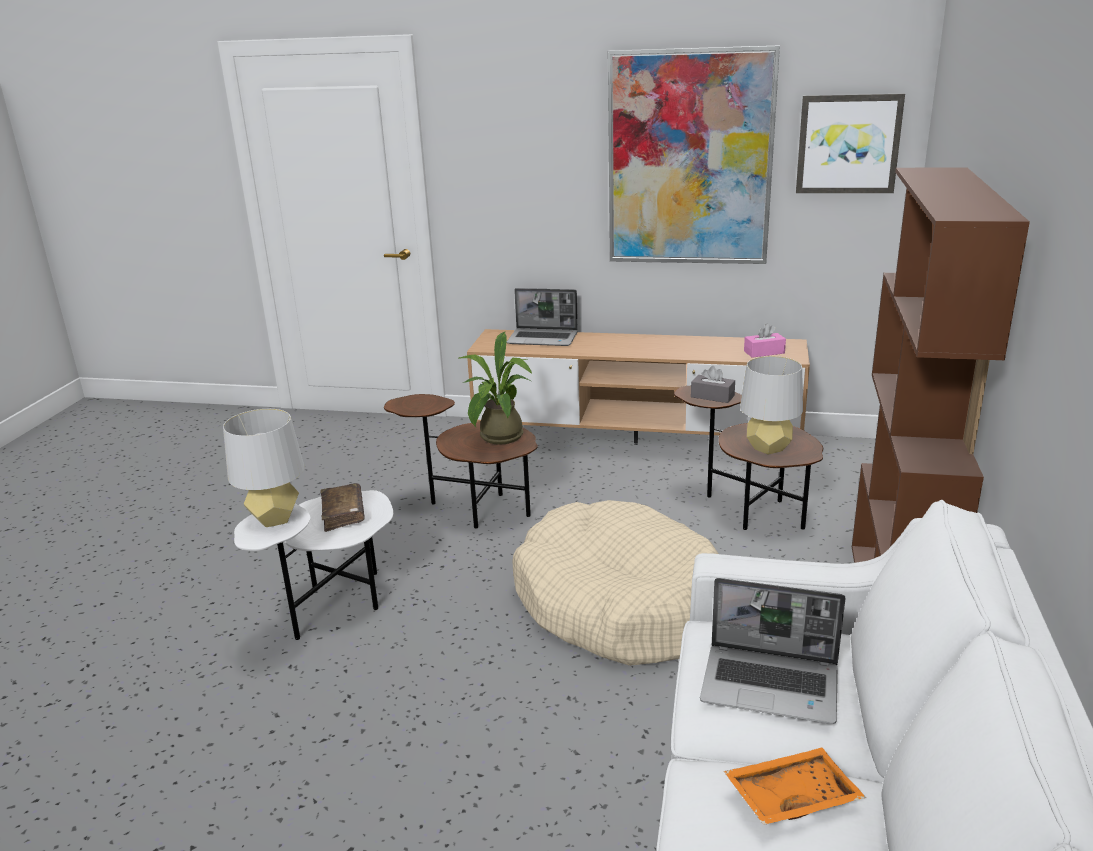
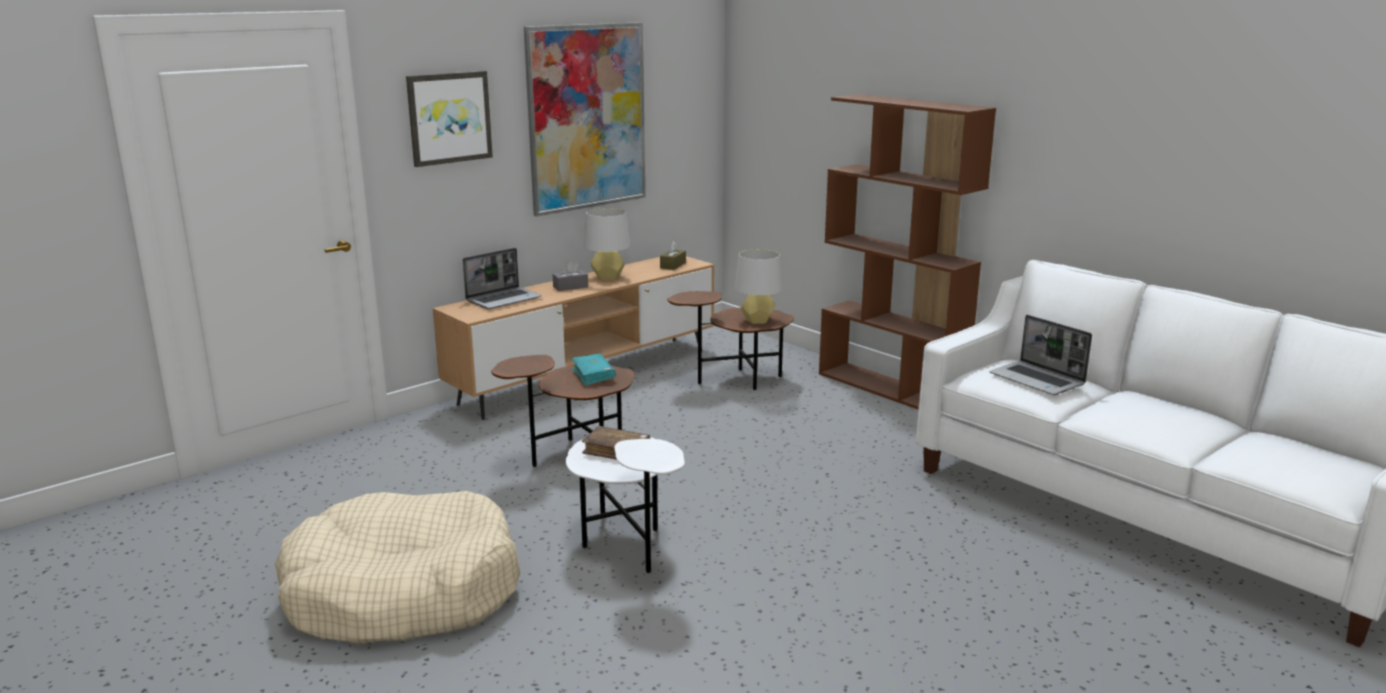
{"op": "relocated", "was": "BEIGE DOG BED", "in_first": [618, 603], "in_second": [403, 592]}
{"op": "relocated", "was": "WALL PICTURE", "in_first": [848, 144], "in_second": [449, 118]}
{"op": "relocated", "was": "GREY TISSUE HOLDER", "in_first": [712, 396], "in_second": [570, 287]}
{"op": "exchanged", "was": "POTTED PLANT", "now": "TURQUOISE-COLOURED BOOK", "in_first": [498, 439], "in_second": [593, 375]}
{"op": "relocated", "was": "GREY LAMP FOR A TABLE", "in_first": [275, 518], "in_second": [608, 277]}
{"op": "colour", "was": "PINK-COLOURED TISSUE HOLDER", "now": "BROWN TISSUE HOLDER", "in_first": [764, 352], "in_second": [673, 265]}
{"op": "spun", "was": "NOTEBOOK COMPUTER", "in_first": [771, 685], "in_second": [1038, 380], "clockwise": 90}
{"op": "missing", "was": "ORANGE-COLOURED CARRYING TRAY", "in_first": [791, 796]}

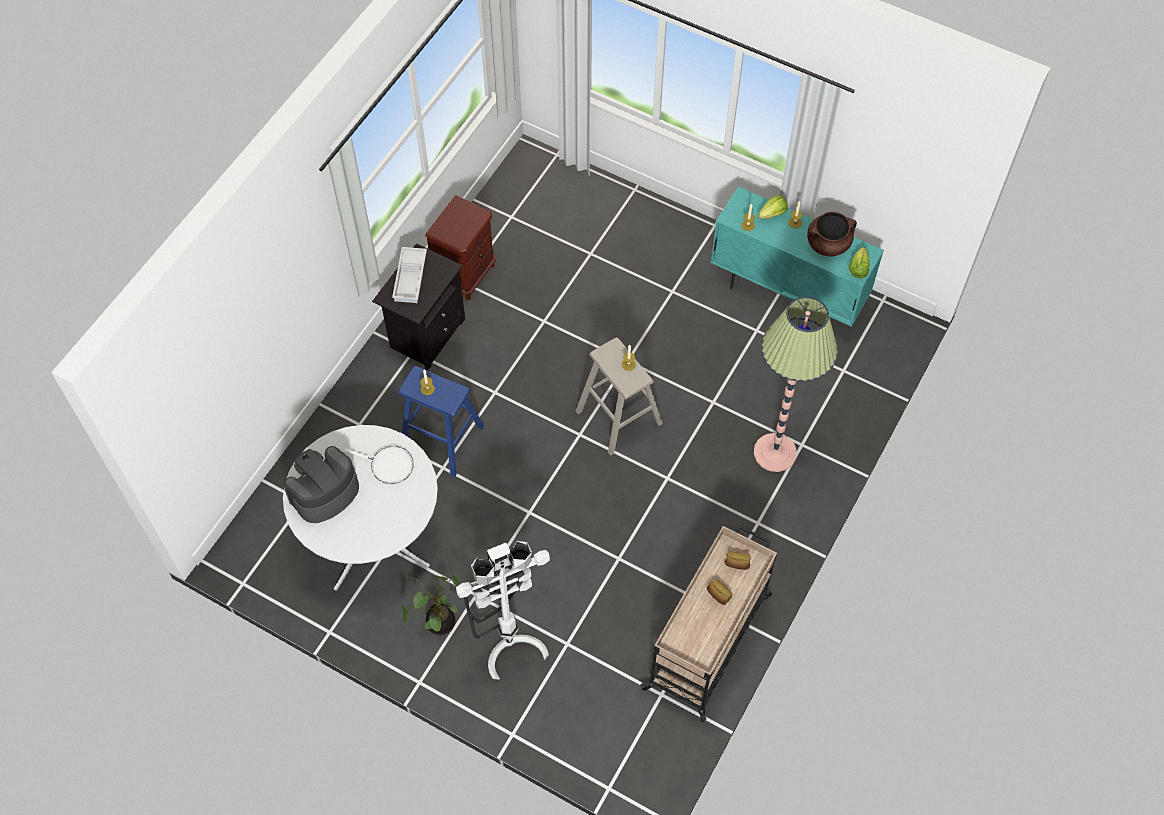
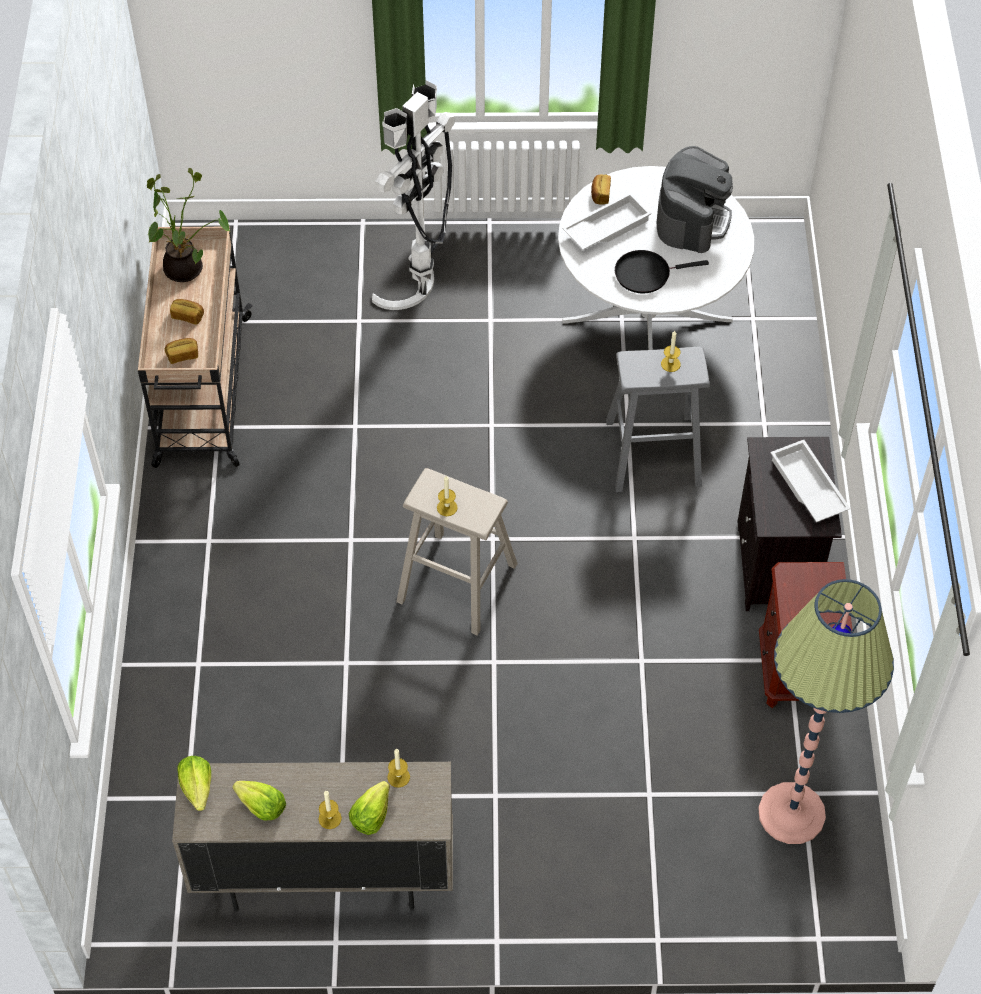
{"op": "relocated", "was": "POTTED PLANT", "in_first": [438, 621], "in_second": [187, 269]}
{"op": "colour", "was": "TURQUOISE-COLOURED CABINET", "now": "BEIGE CABINET", "in_first": [787, 295], "in_second": [324, 876]}
{"op": "exchanged", "was": "BROWN STOCKPOT", "now": "LETTUCE HEAD", "in_first": [828, 244], "in_second": [261, 807]}
{"op": "appeared", "now": "WHITE-COLOURED CARRYING TRAY", "in_second": [606, 227]}
{"op": "appeared", "now": "BAKED BREAD", "in_second": [600, 194]}
{"op": "colour", "was": "BLUE-COLOURED STOOL SEAT", "now": "GREY STOOL SEAT", "in_first": [442, 440], "in_second": [653, 453]}
{"op": "colour", "was": "WHITE-COLOURED FRYING PAN", "now": "BLACKISH FRYING PAN", "in_first": [389, 466], "in_second": [646, 274]}
{"op": "relocated", "was": "FLOOR LAMP", "in_first": [775, 452], "in_second": [791, 813]}

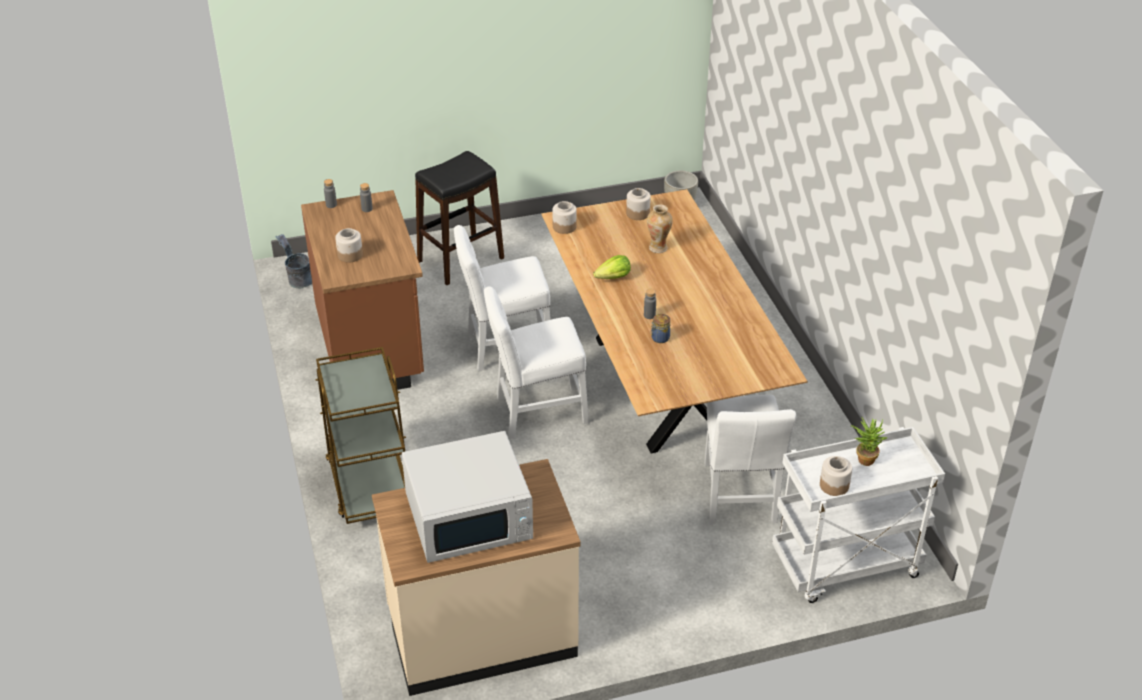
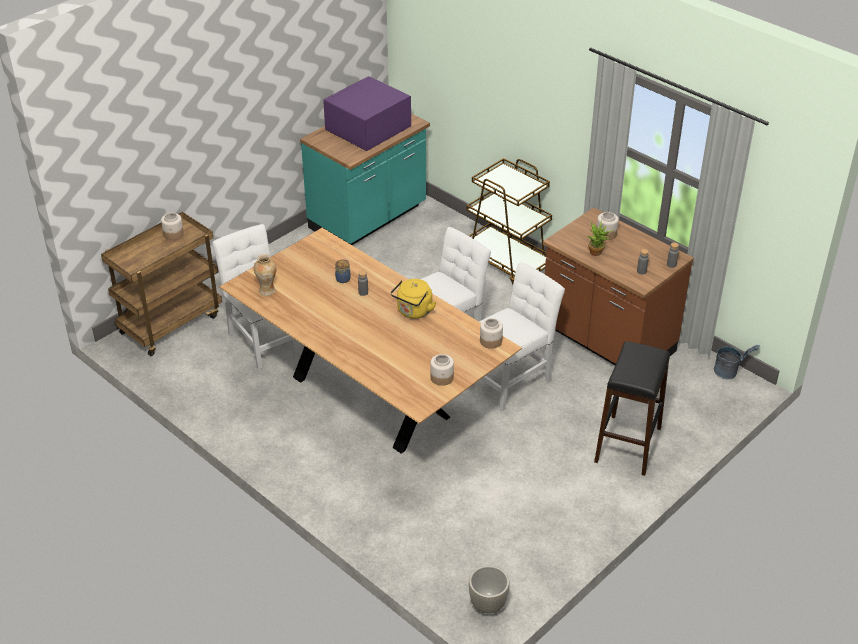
{"op": "colour", "was": "WHITE-COLOURED TROLLEY", "now": "BROWN TROLLEY", "in_first": [845, 567], "in_second": [171, 323]}
{"op": "relocated", "was": "VASE", "in_first": [658, 247], "in_second": [267, 291]}
{"op": "colour", "was": "BEIGE KITCHEN COUNTER", "now": "TURQUOISE-COLOURED KITCHEN COUNTER", "in_first": [481, 633], "in_second": [368, 219]}
{"op": "colour", "was": "WHITE-COLOURED MICROWAVE", "now": "PURPLE MICROWAVE", "in_first": [470, 517], "in_second": [367, 129]}
{"op": "exchanged", "was": "LETTUCE HEAD", "now": "YELLOW-COLOURED TEA KETTLE", "in_first": [613, 277], "in_second": [413, 312]}
{"op": "relocated", "was": "POTTED PLANT", "in_first": [864, 458], "in_second": [597, 253]}

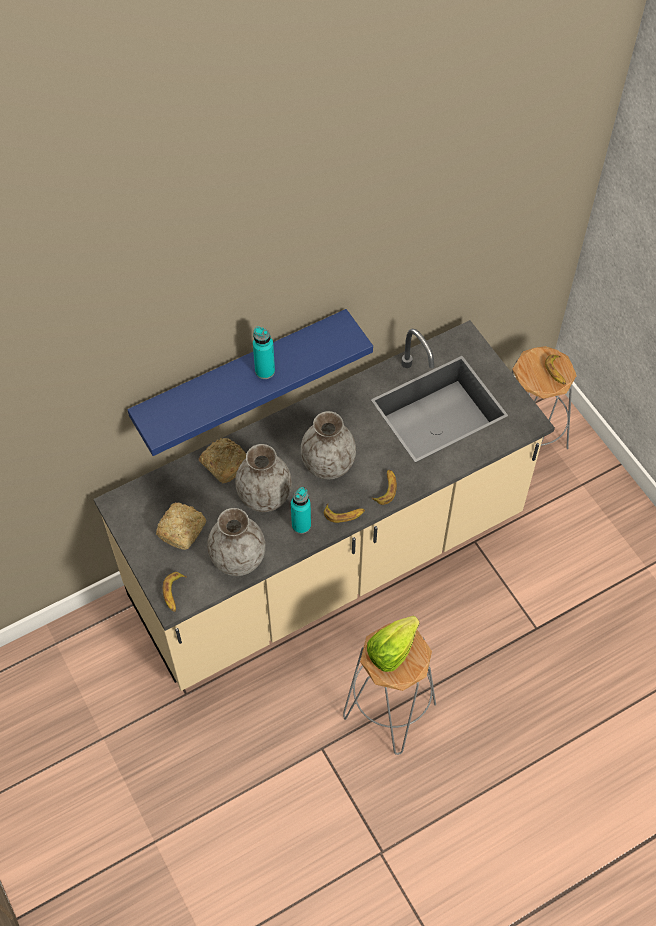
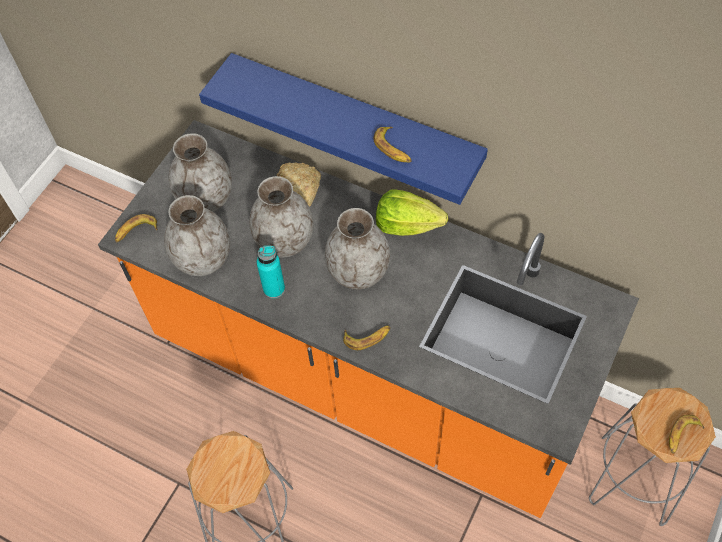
{"op": "colour", "was": "BEIGE KITCHEN COUNTER", "now": "ORANGE-COLOURED KITCHEN COUNTER", "in_first": [328, 560], "in_second": [367, 375]}
{"op": "exchanged", "was": "BAKED BREAD", "now": "GREY VASE", "in_first": [182, 529], "in_second": [206, 199]}
{"op": "relocated", "was": "WHOLE BANANA", "in_first": [344, 514], "in_second": [393, 149]}
{"op": "relocated", "was": "LETTUCE HEAD", "in_first": [392, 650], "in_second": [407, 225]}
{"op": "missing", "was": "TURQUOISE-COLOURED BOTTLE", "in_first": [265, 371]}

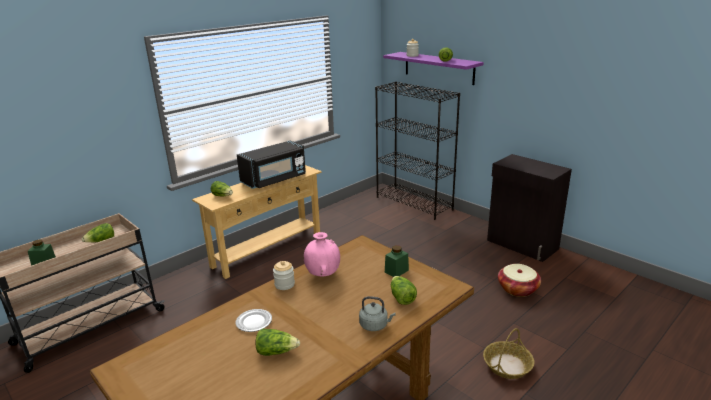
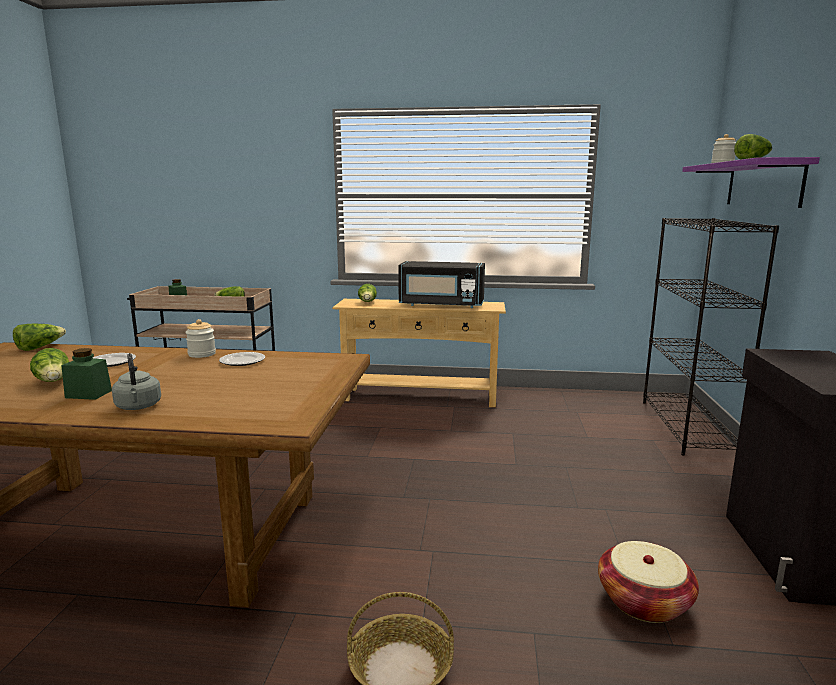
{"op": "relocated", "was": "LETTUCE HEAD", "in_first": [401, 297], "in_second": [39, 347]}
{"op": "relocated", "was": "GREEN PRESERVE JAR", "in_first": [396, 271], "in_second": [88, 394]}
{"op": "exchanged", "was": "PINK-COLOURED VASE", "now": "DINNER PLATE", "in_first": [323, 274], "in_second": [242, 361]}

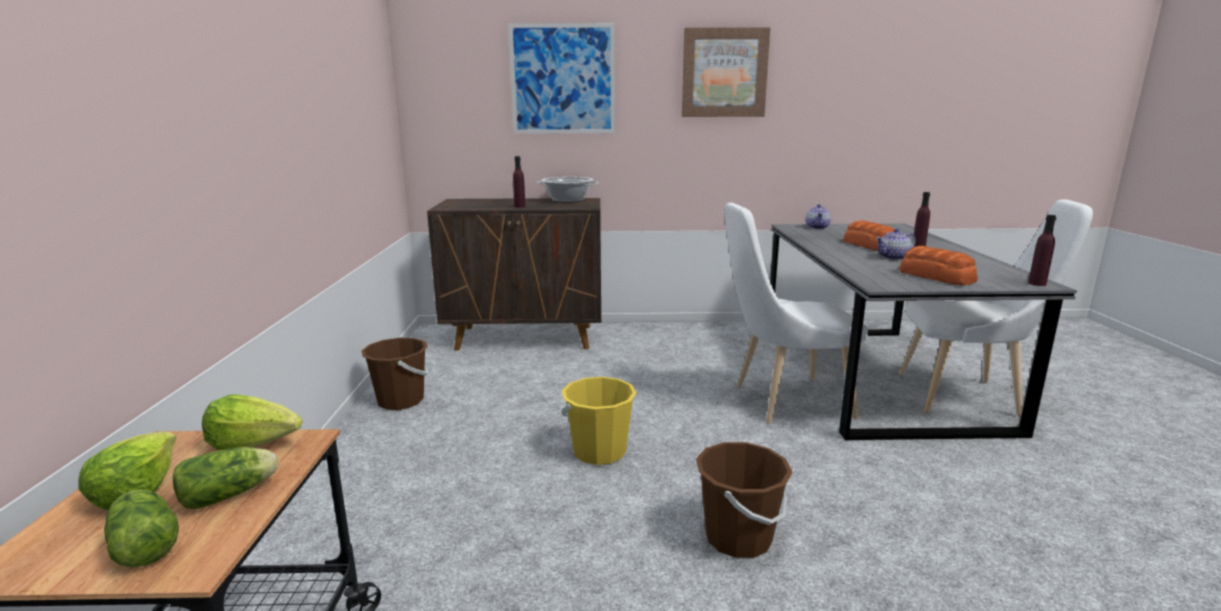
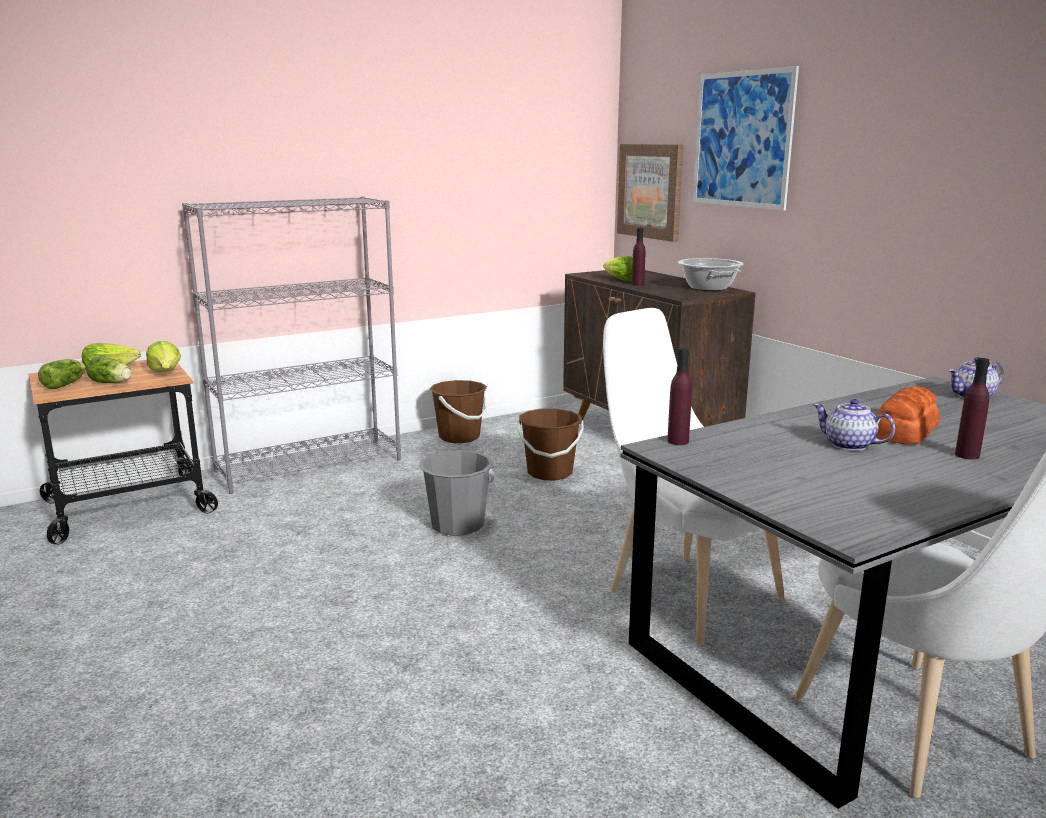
{"op": "appeared", "now": "GREY SHELVING UNIT", "in_second": [310, 465]}
{"op": "colour", "was": "YELLOW-COLOURED PAIL", "now": "GREY PAIL", "in_first": [599, 452], "in_second": [457, 525]}
{"op": "relocated", "was": "BROWN PAIL", "in_first": [738, 538], "in_second": [549, 472]}
{"op": "appeared", "now": "LETTUCE HEAD", "in_second": [620, 280]}
{"op": "relocated", "was": "WALL PICTURE", "in_first": [724, 73], "in_second": [651, 191]}
{"op": "relocated", "was": "PURPLE BOTTLE", "in_first": [1037, 283], "in_second": [678, 441]}
{"op": "missing", "was": "BAKED BREAD", "in_first": [937, 277]}

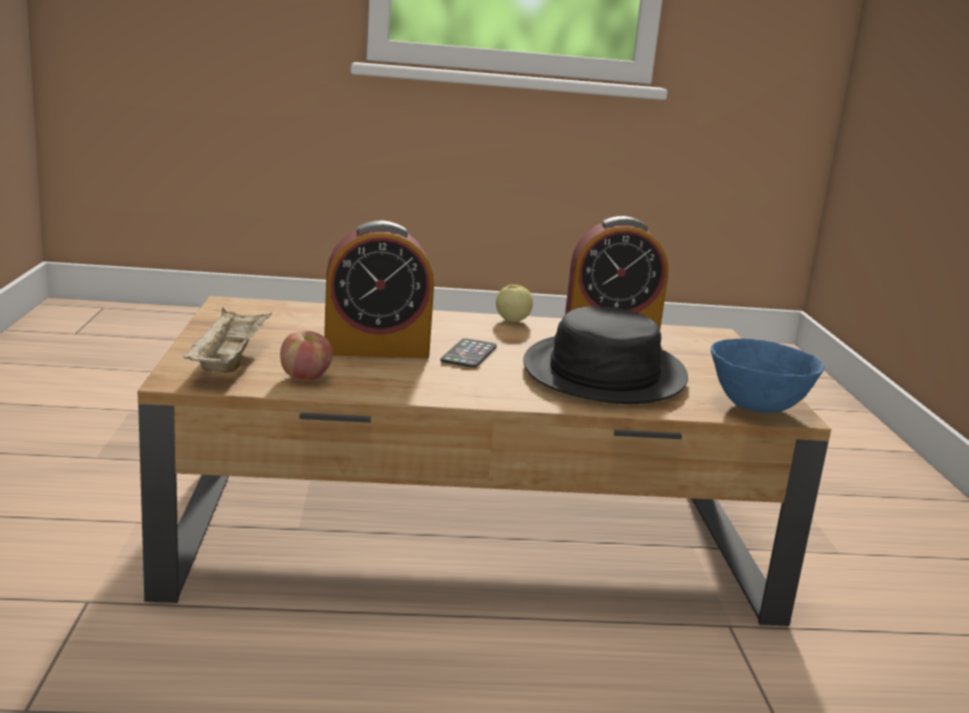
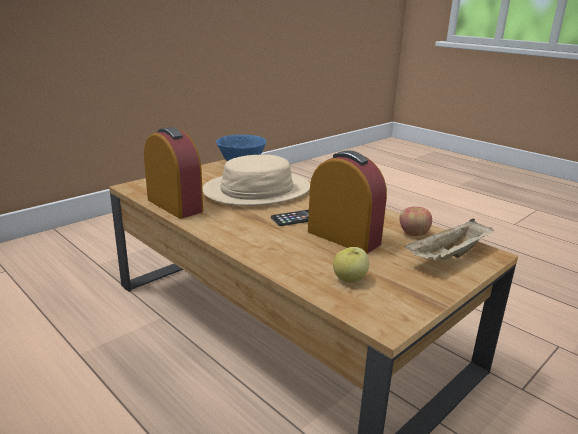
{"op": "colour", "was": "BLACKISH WEARABLE HAT", "now": "BEIGE WEARABLE HAT", "in_first": [603, 372], "in_second": [257, 190]}
{"op": "relocated", "was": "APPLE", "in_first": [512, 321], "in_second": [350, 279]}

